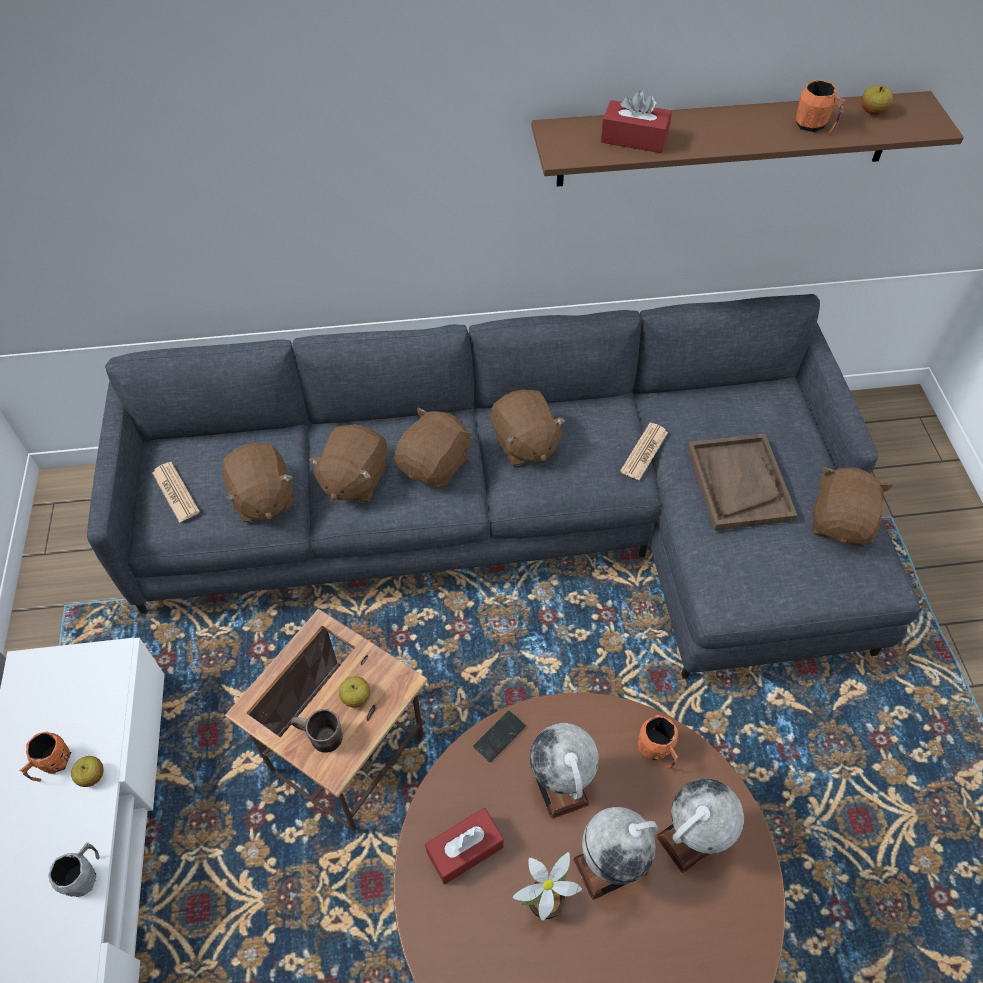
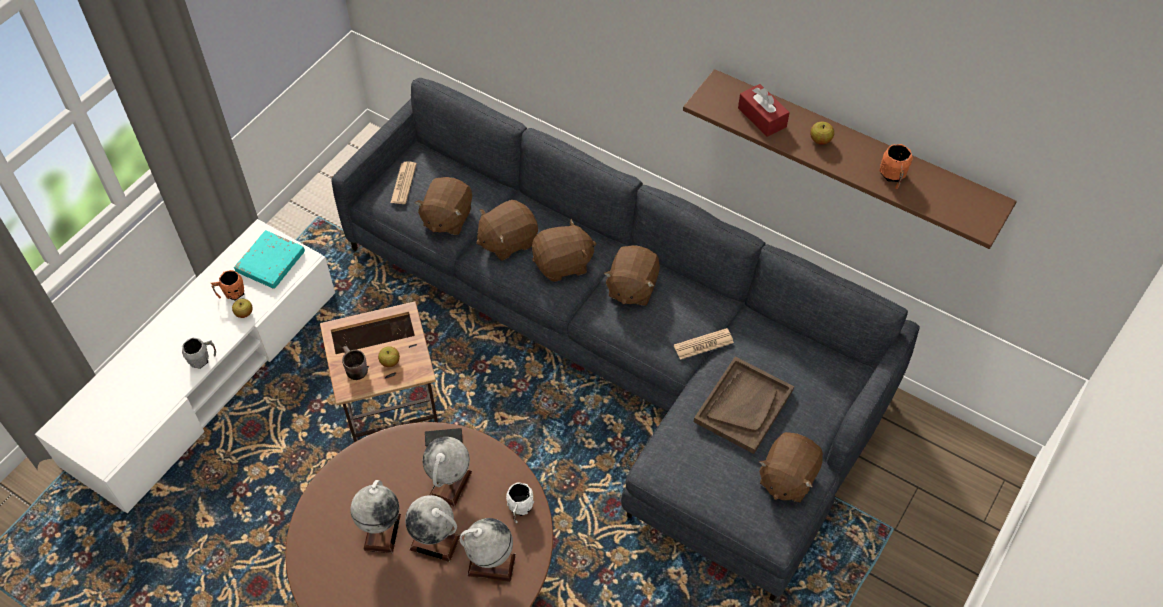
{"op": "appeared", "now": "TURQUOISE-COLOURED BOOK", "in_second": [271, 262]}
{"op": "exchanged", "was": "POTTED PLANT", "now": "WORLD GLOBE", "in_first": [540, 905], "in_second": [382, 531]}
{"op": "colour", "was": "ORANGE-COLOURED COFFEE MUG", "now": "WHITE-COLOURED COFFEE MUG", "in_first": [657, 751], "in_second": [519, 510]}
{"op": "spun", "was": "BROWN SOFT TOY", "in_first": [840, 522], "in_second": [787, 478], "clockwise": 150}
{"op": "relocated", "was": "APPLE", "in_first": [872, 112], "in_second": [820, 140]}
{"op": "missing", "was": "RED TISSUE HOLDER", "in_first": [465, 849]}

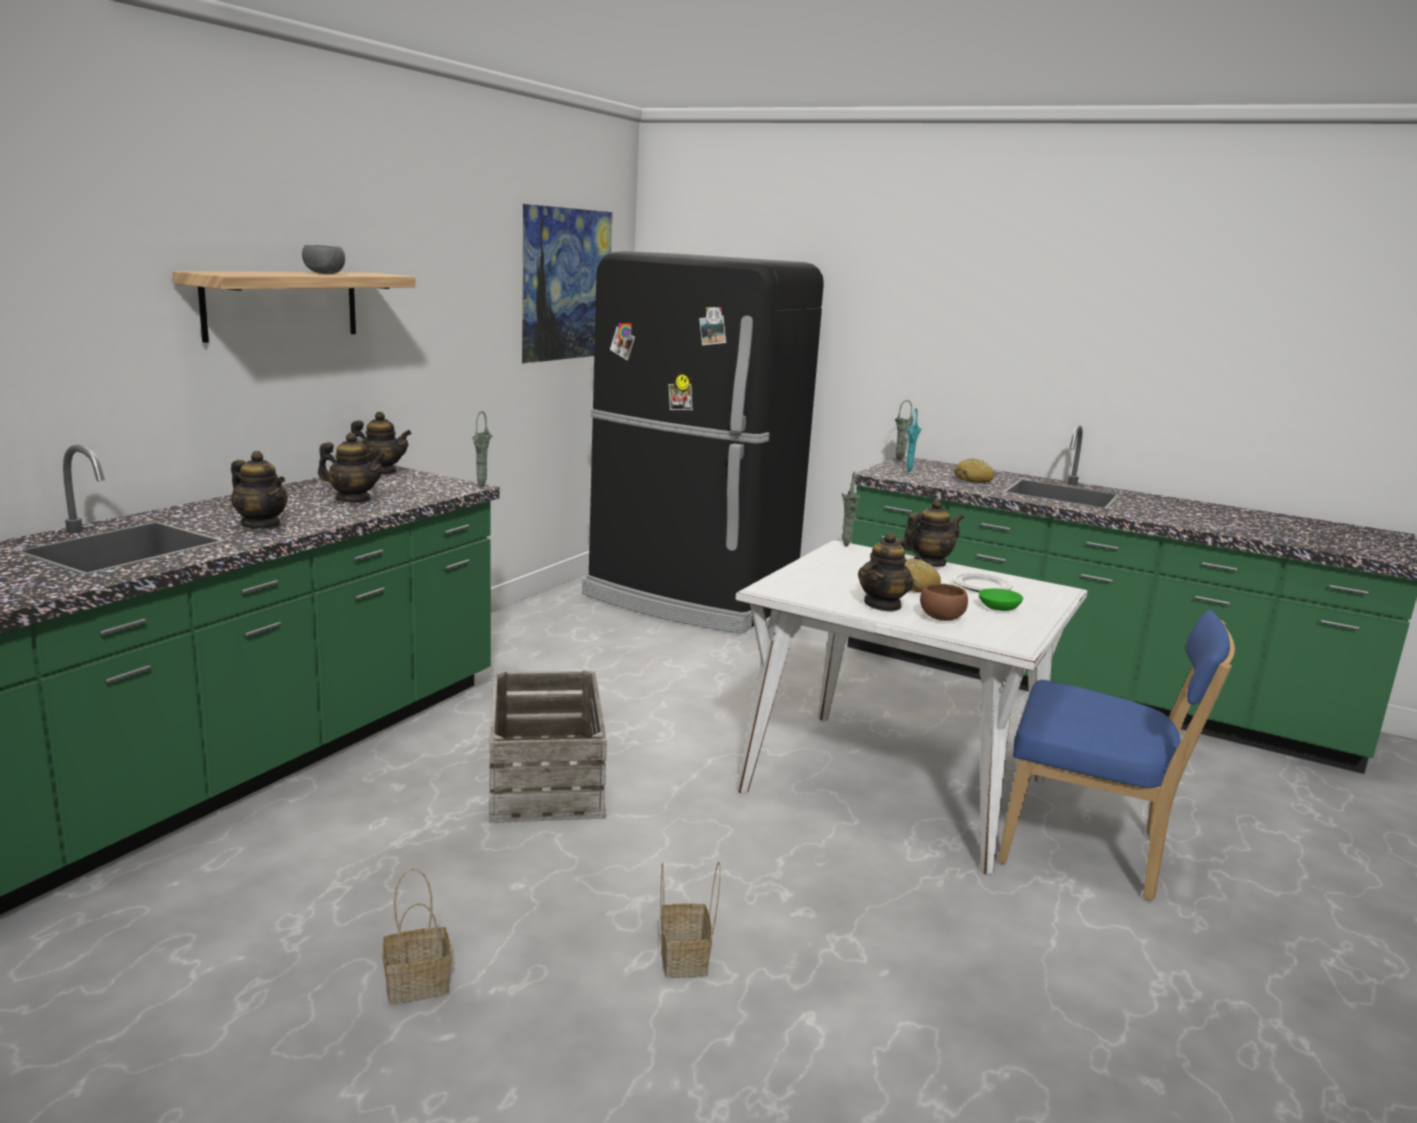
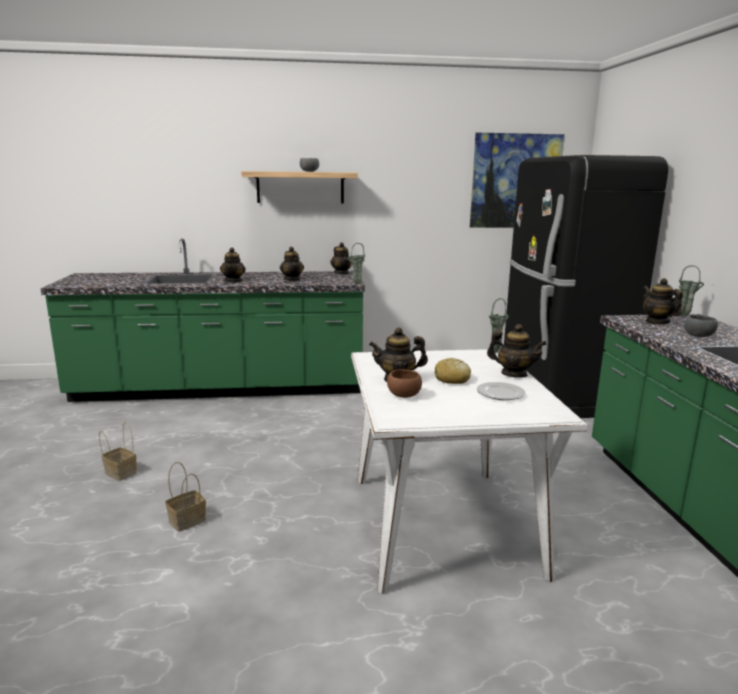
{"op": "exchanged", "was": "TURQUOISE-COLOURED VASE", "now": "TEAPOT", "in_first": [909, 472], "in_second": [657, 322]}
{"op": "exchanged", "was": "BAKED BREAD", "now": "GREY SERVING BOWL", "in_first": [973, 480], "in_second": [699, 336]}
{"op": "missing", "was": "SHIPPING CRATE", "in_first": [544, 778]}
{"op": "missing", "was": "GREEN SERVING BOWL", "in_first": [1000, 608]}
{"op": "missing", "was": "BLUE-COLOURED UPRIGHT CHAIR", "in_first": [1089, 851]}

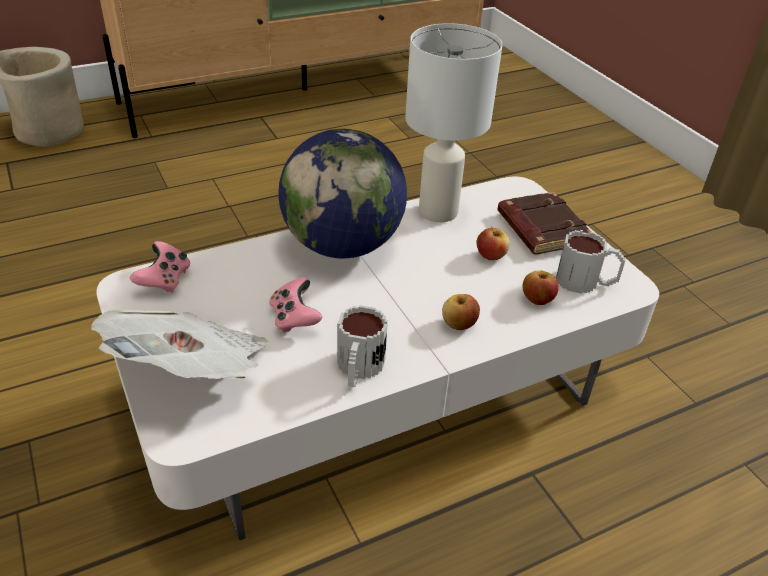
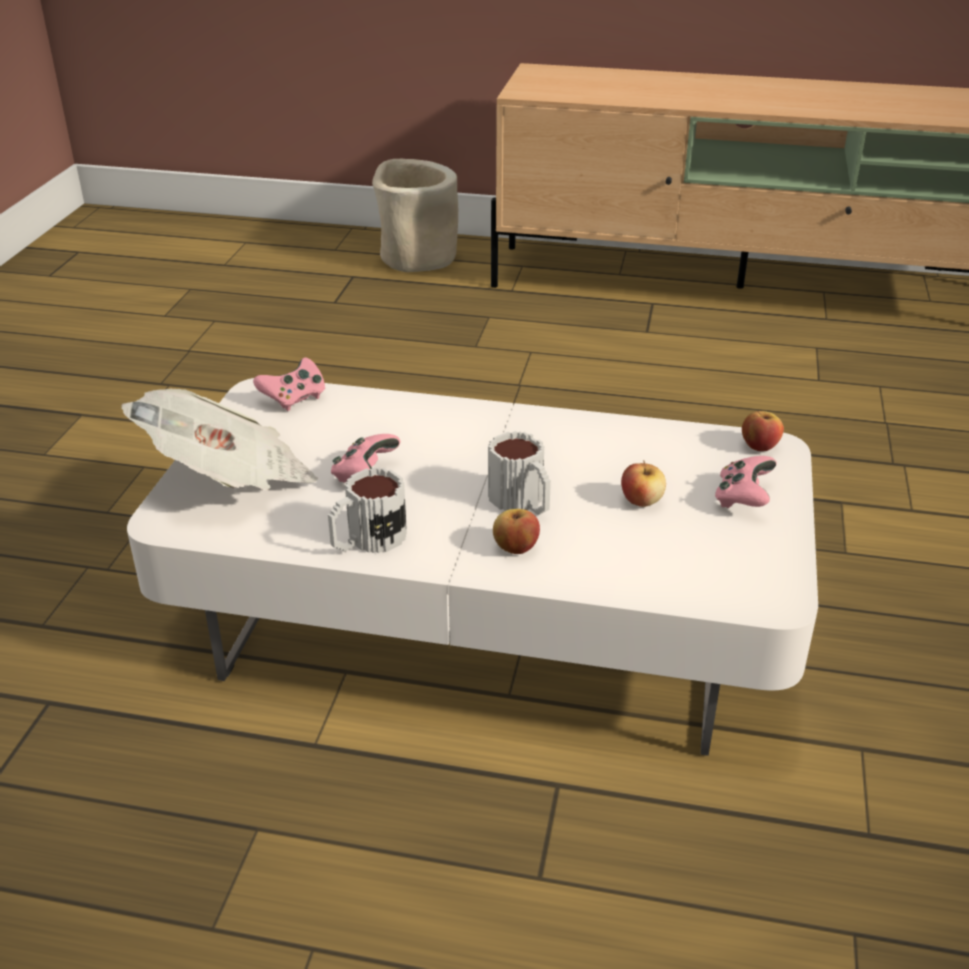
{"op": "relocated", "was": "COFFEE MUG", "in_first": [586, 282], "in_second": [522, 502]}
{"op": "exchanged", "was": "BROWN BOOK", "now": "PINK-COLOURED GAMEPAD", "in_first": [540, 229], "in_second": [742, 498]}
{"op": "relocated", "was": "APPLE", "in_first": [537, 299], "in_second": [759, 446]}
{"op": "missing", "was": "WORLD GLOBE", "in_first": [342, 245]}
{"op": "missing", "was": "WHITE-COLOURED LAMP FOR A TABLE", "in_first": [439, 211]}

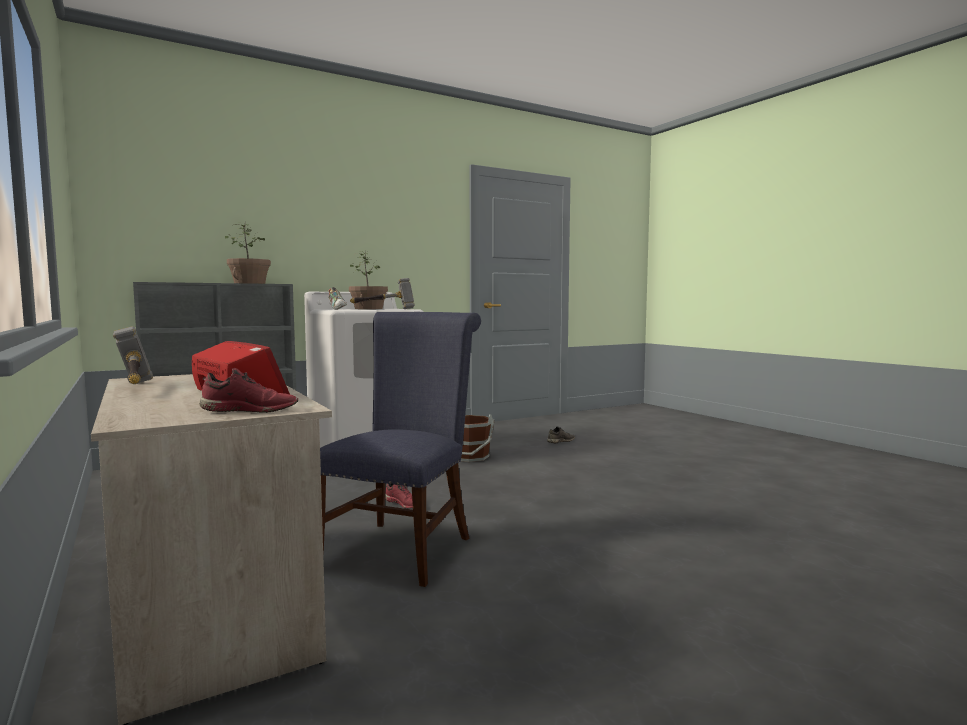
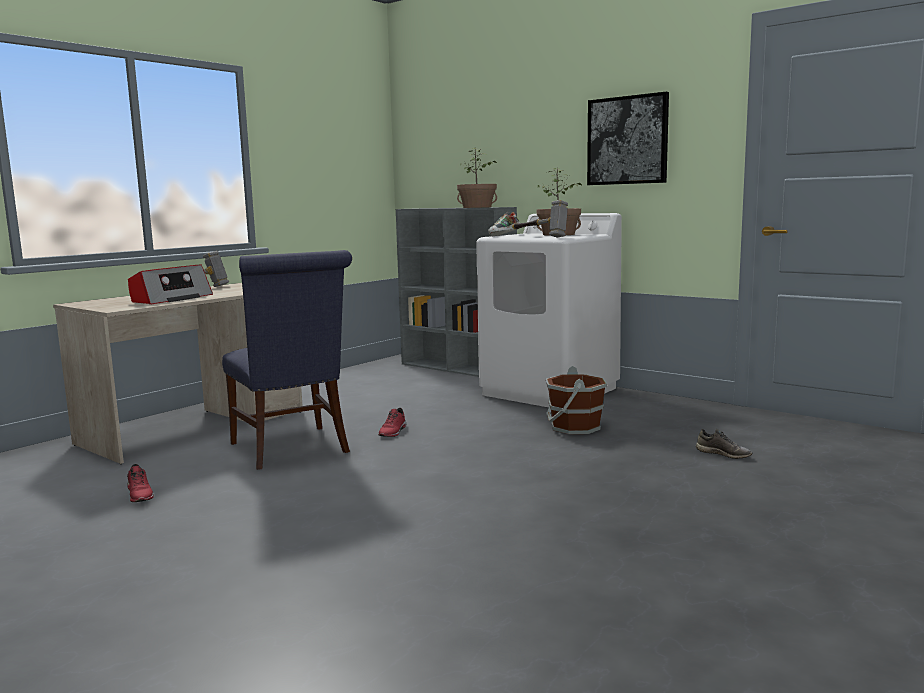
{"op": "relocated", "was": "RED ITEM OF FOOTWEAR", "in_first": [250, 410], "in_second": [140, 495]}
{"op": "spun", "was": "BLUE-COLOURED UPRIGHT CHAIR", "in_first": [402, 547], "in_second": [293, 449], "clockwise": 60}
{"op": "appeared", "now": "WALL PICTURE", "in_second": [627, 140]}

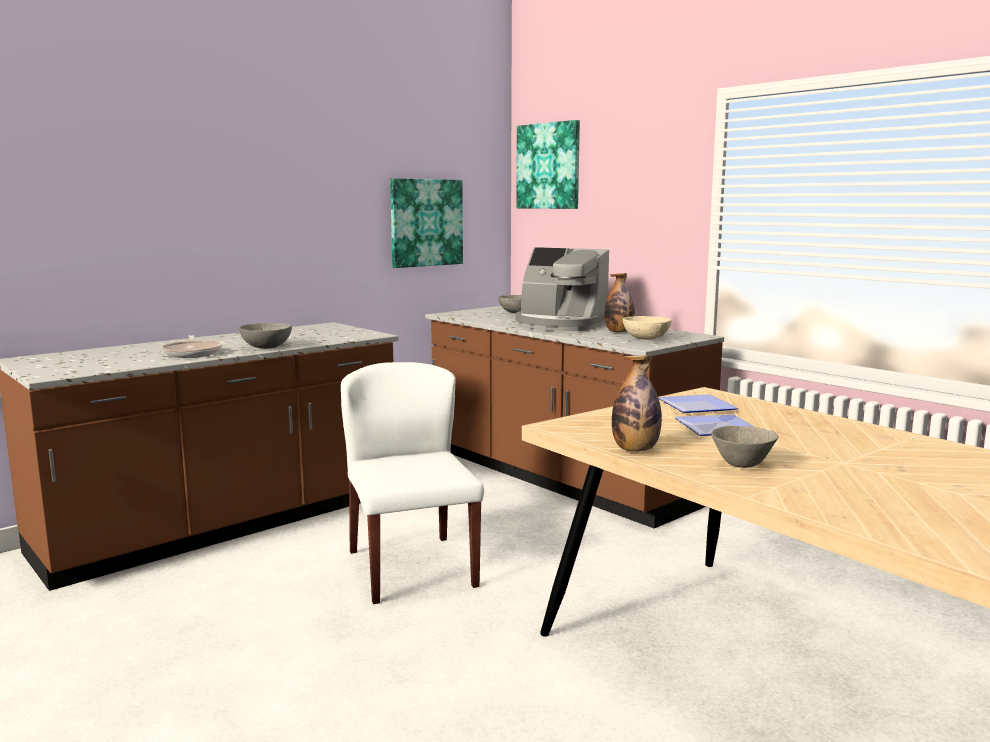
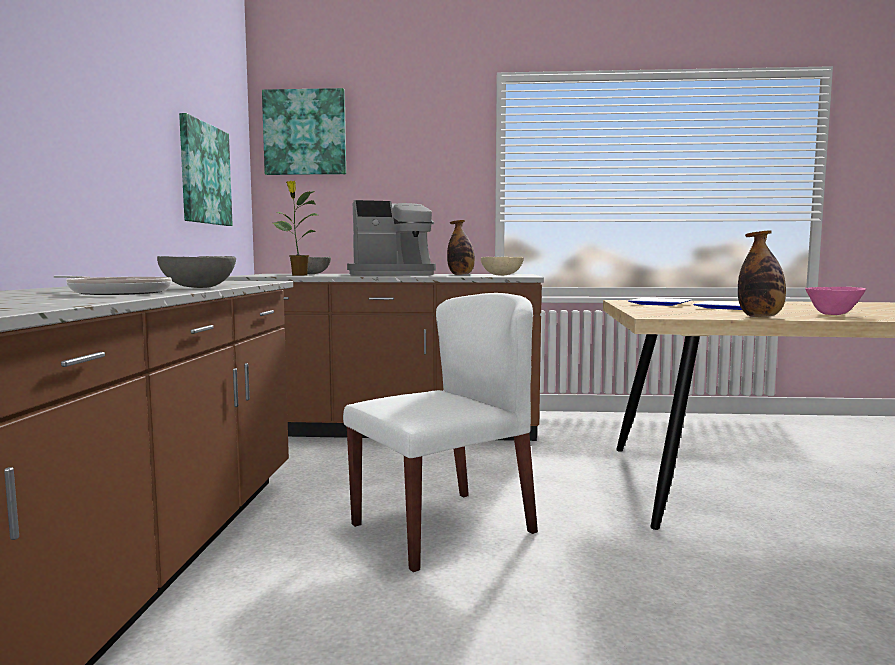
{"op": "appeared", "now": "POTTED PLANT", "in_second": [298, 275]}
{"op": "spun", "was": "WHITE-COLOURED UPRIGHT CHAIR", "in_first": [411, 567], "in_second": [444, 527], "clockwise": 120}
{"op": "colour", "was": "GREY SERVING BOWL", "now": "PINK-COLOURED SERVING BOWL", "in_first": [741, 465], "in_second": [833, 314]}

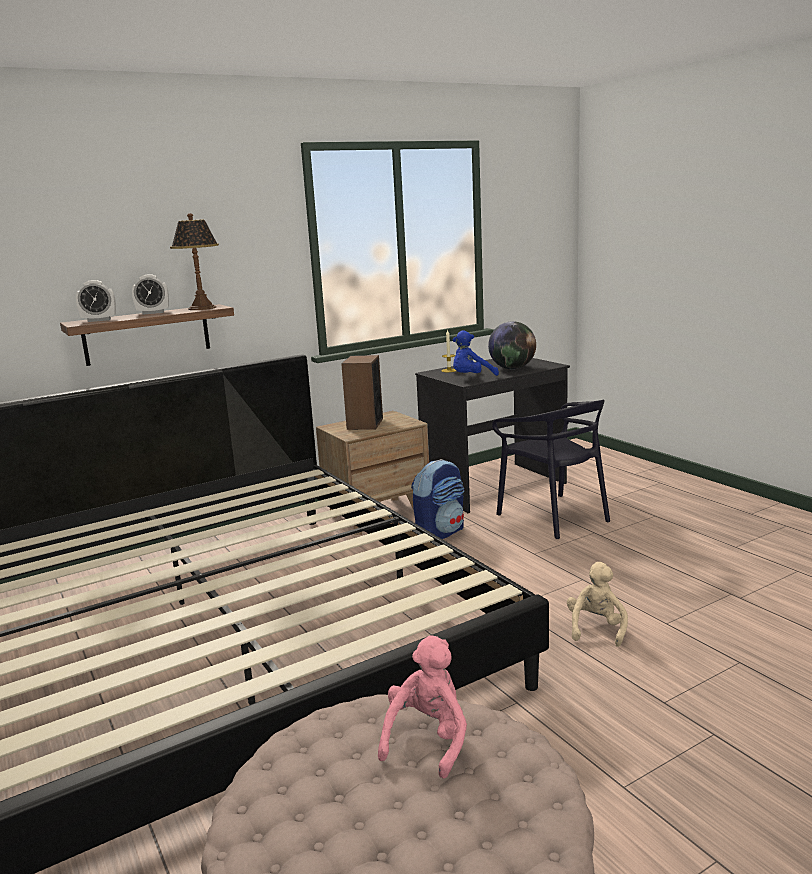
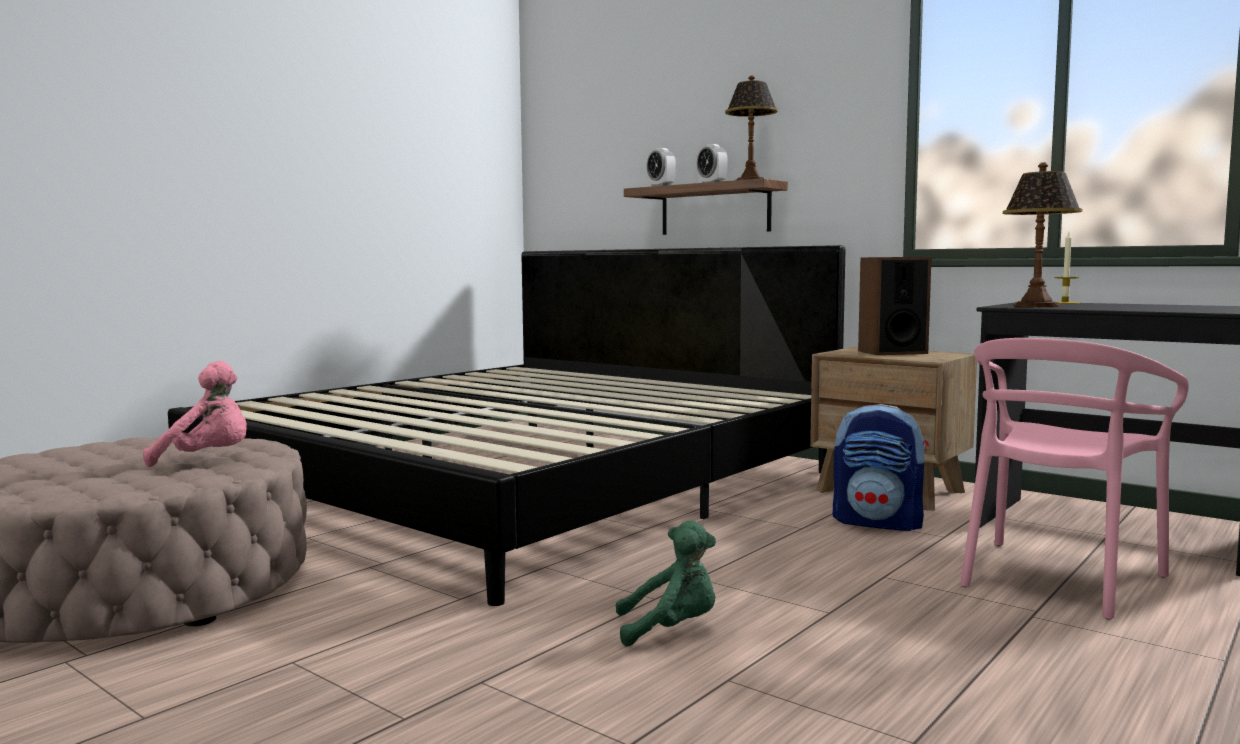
{"op": "colour", "was": "BEIGE SOFT TOY", "now": "GREEN SOFT TOY", "in_first": [596, 628], "in_second": [671, 629]}
{"op": "colour", "was": "BLACKISH UPRIGHT CHAIR", "now": "PINK-COLOURED UPRIGHT CHAIR", "in_first": [554, 516], "in_second": [1057, 578]}
{"op": "exchanged", "was": "BLUE-COLOURED SOFT TOY", "now": "LAMP FOR A TABLE", "in_first": [471, 378], "in_second": [1036, 306]}
{"op": "missing", "was": "WORLD GLOBE", "in_first": [512, 368]}

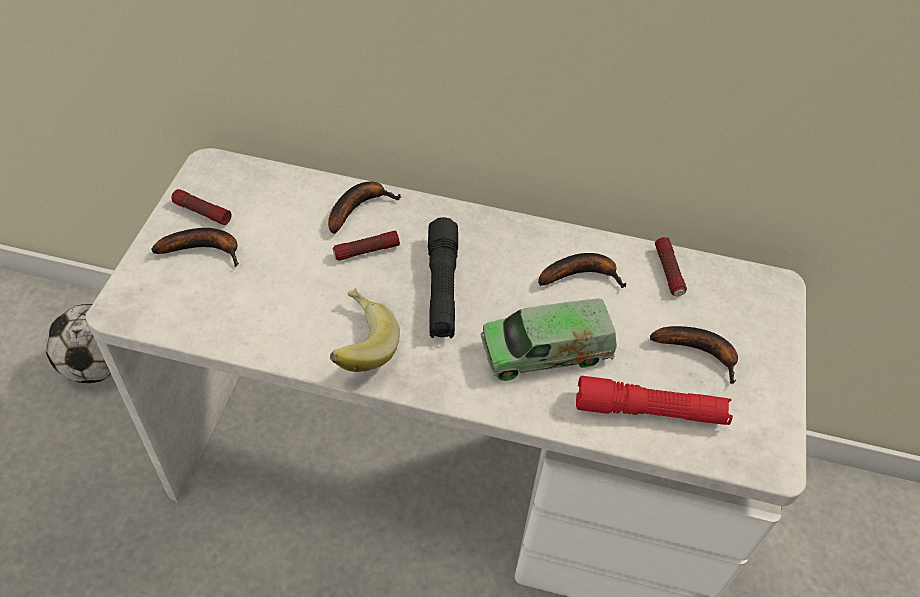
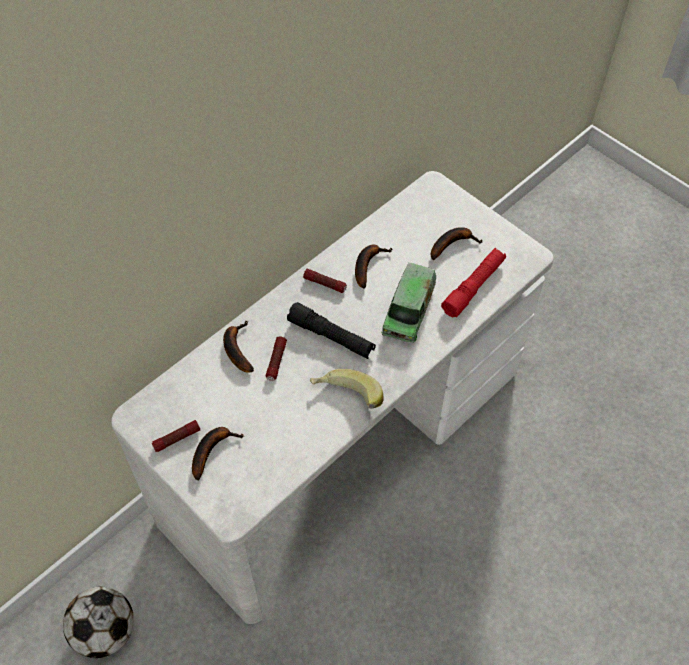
{"op": "relocated", "was": "FLASHLIGHT", "in_first": [668, 272], "in_second": [325, 284]}

